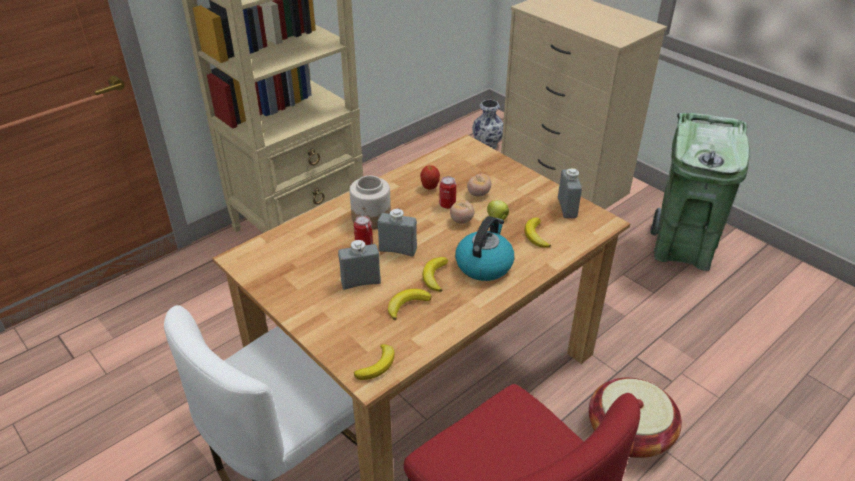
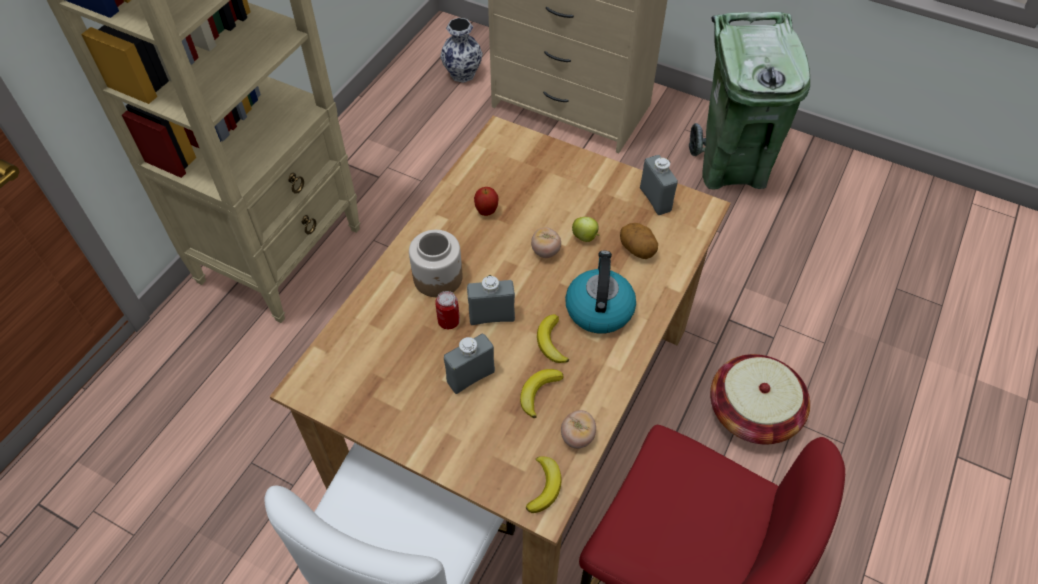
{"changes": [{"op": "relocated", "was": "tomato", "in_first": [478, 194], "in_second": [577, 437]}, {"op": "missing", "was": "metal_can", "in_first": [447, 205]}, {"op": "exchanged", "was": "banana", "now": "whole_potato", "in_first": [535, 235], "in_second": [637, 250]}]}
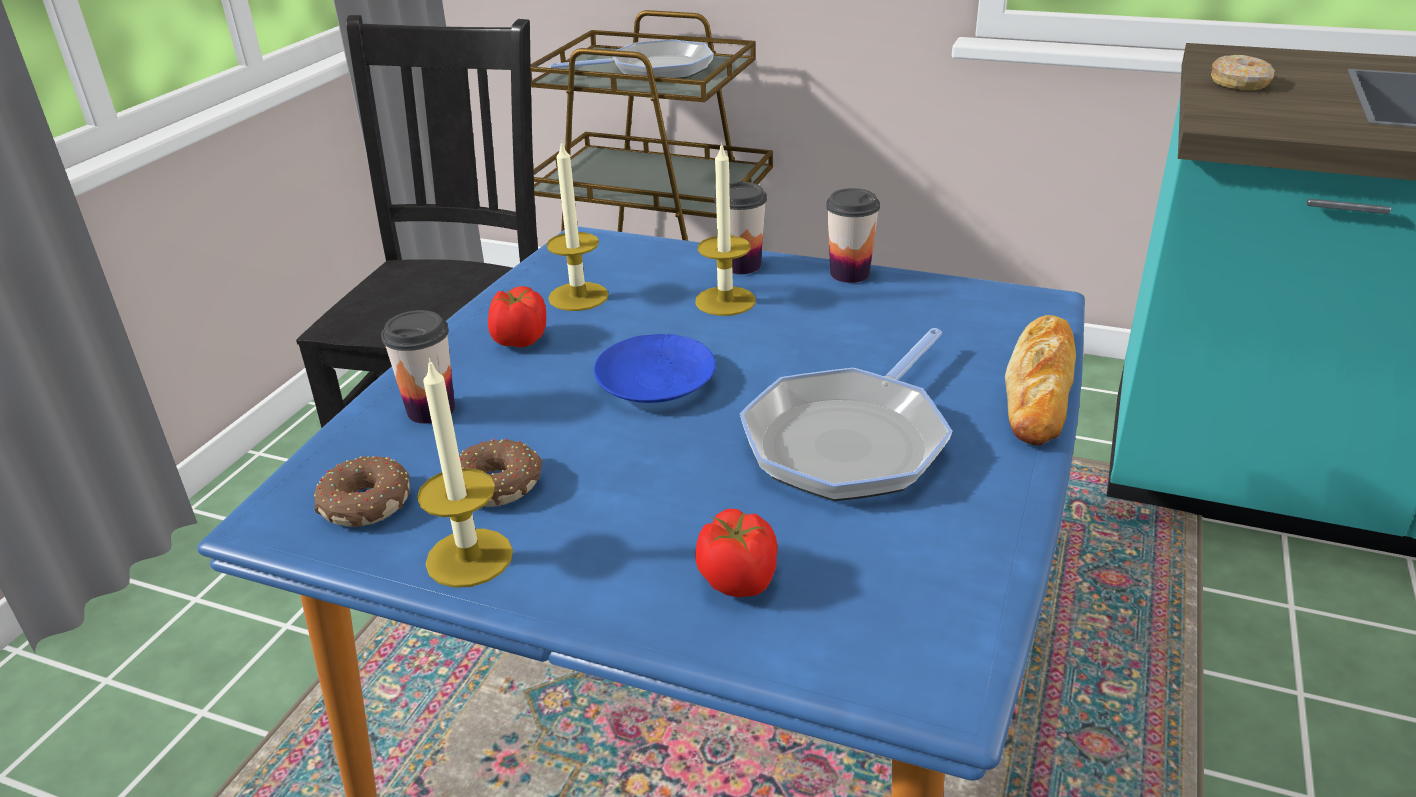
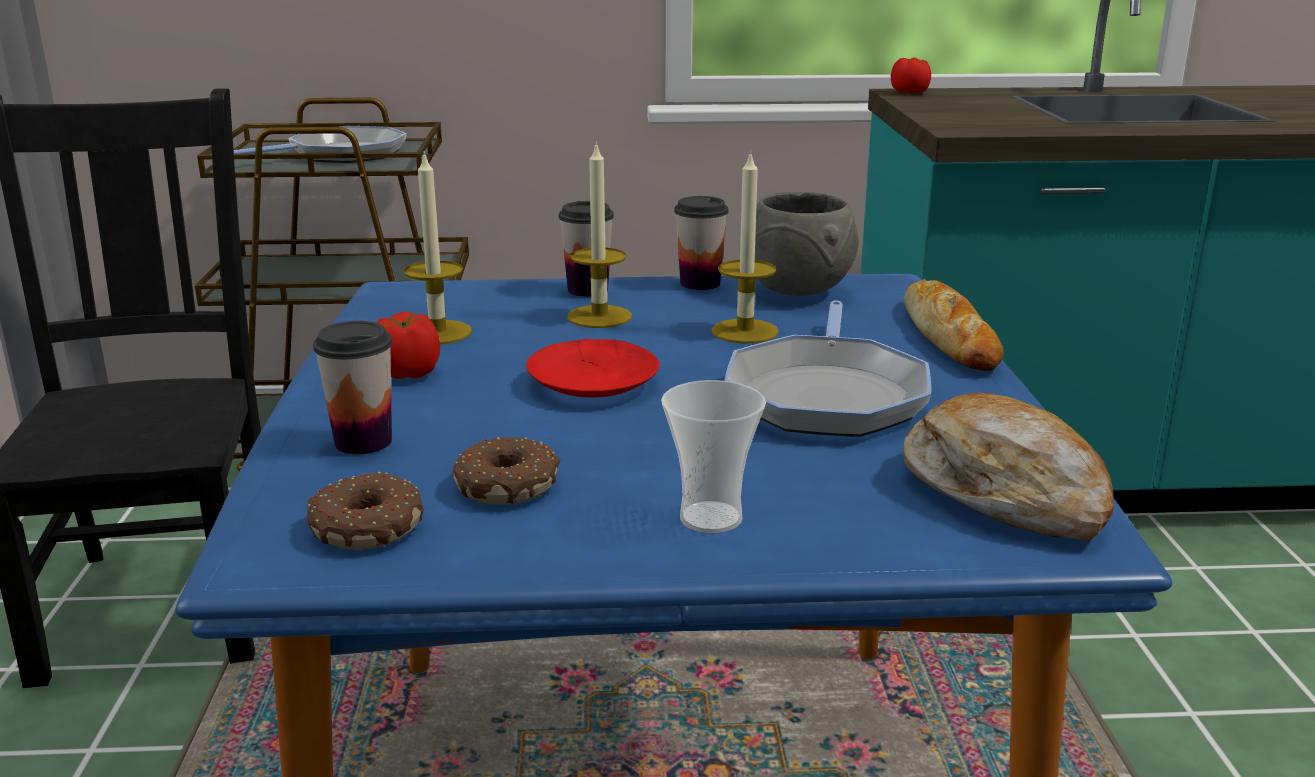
{"changes": [{"op": "missing", "was": "doughnut", "in_first": [1240, 83]}, {"op": "colour", "was": "bluish_flat_dish", "now": "red-coloured_flat_dish", "in_first": [657, 381], "in_second": [594, 383]}, {"op": "relocated", "was": "candle", "in_first": [469, 558], "in_second": [745, 331]}, {"op": "relocated", "was": "tomato", "in_first": [738, 580], "in_second": [909, 93]}, {"op": "appeared", "now": "gray_serving_bowl", "in_second": [799, 291]}, {"op": "appeared", "now": "cup", "in_second": [711, 518]}, {"op": "appeared", "now": "bakery_bread", "in_second": [1004, 493]}]}
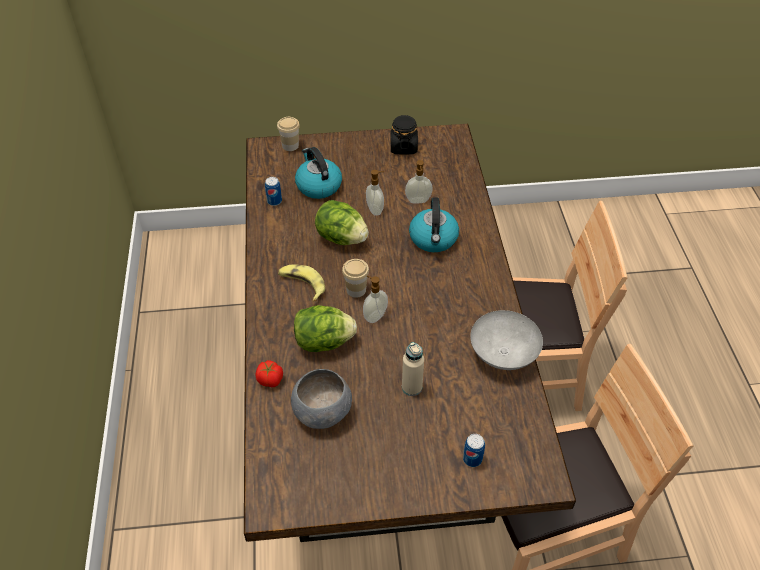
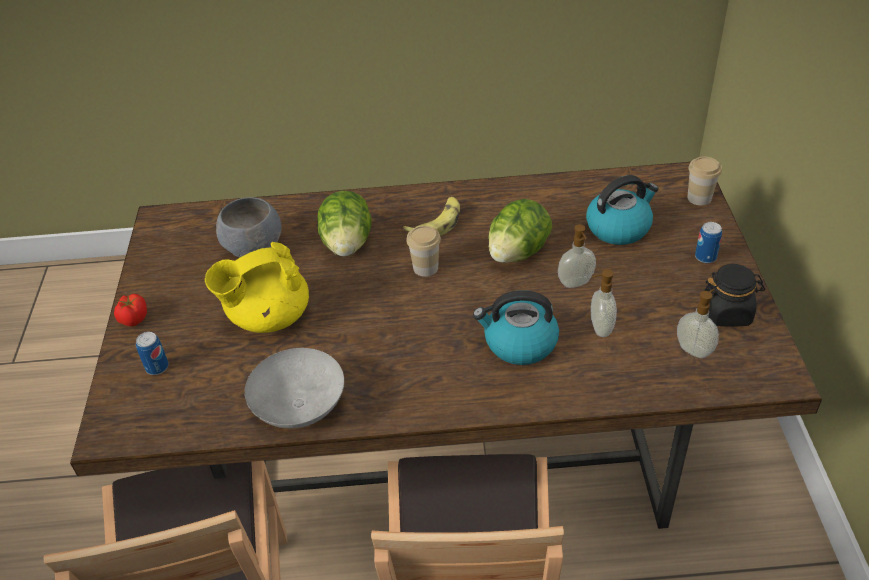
{"changes": [{"op": "relocated", "was": "metal_can", "in_first": [274, 201], "in_second": [705, 257]}, {"op": "relocated", "was": "soap_bottle", "in_first": [374, 316], "in_second": [694, 349]}, {"op": "exchanged", "was": "beige-coloured_beverage_bottle", "now": "yellowish_teapot", "in_first": [412, 387], "in_second": [268, 317]}, {"op": "relocated", "was": "tomato", "in_first": [270, 380], "in_second": [134, 319]}]}
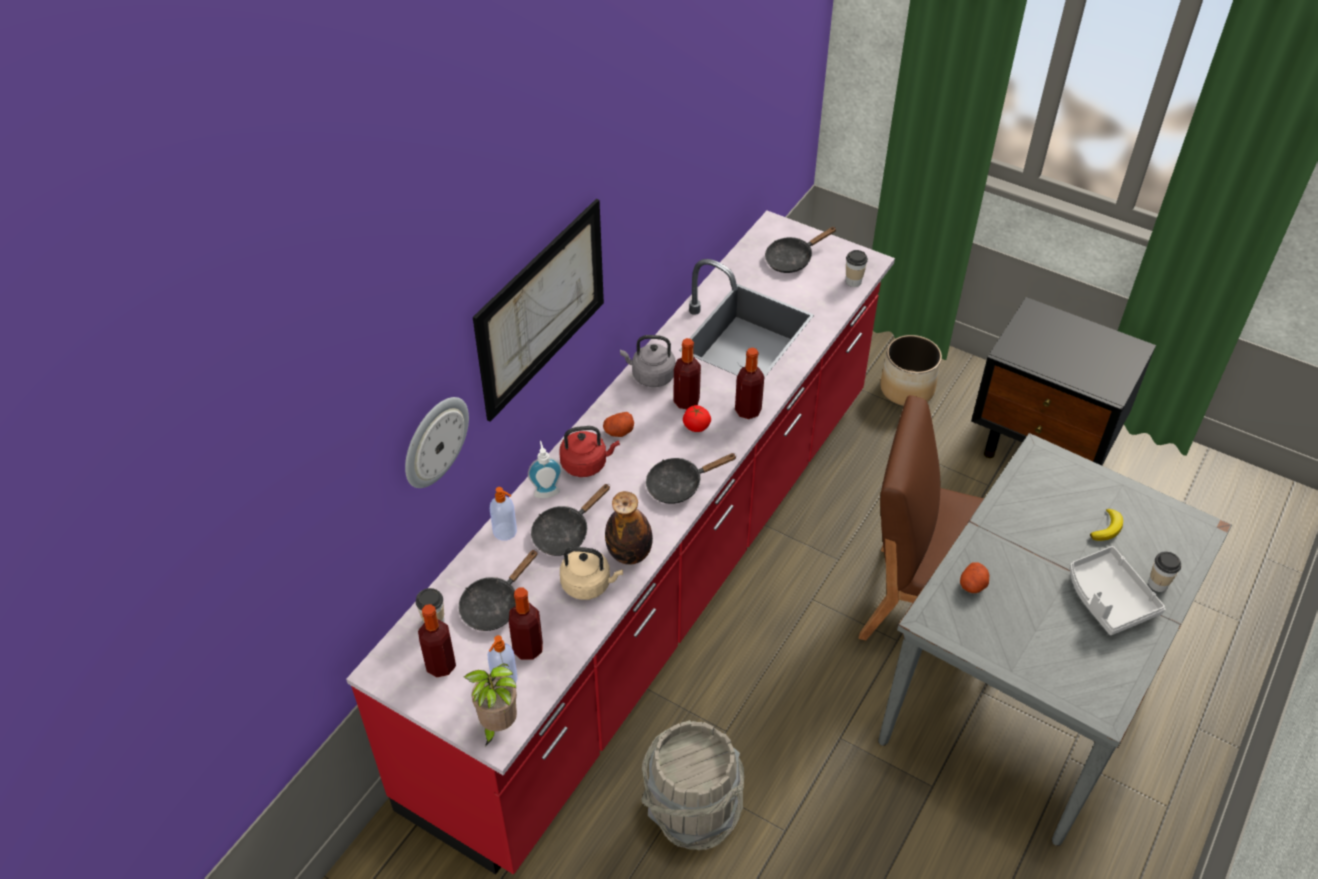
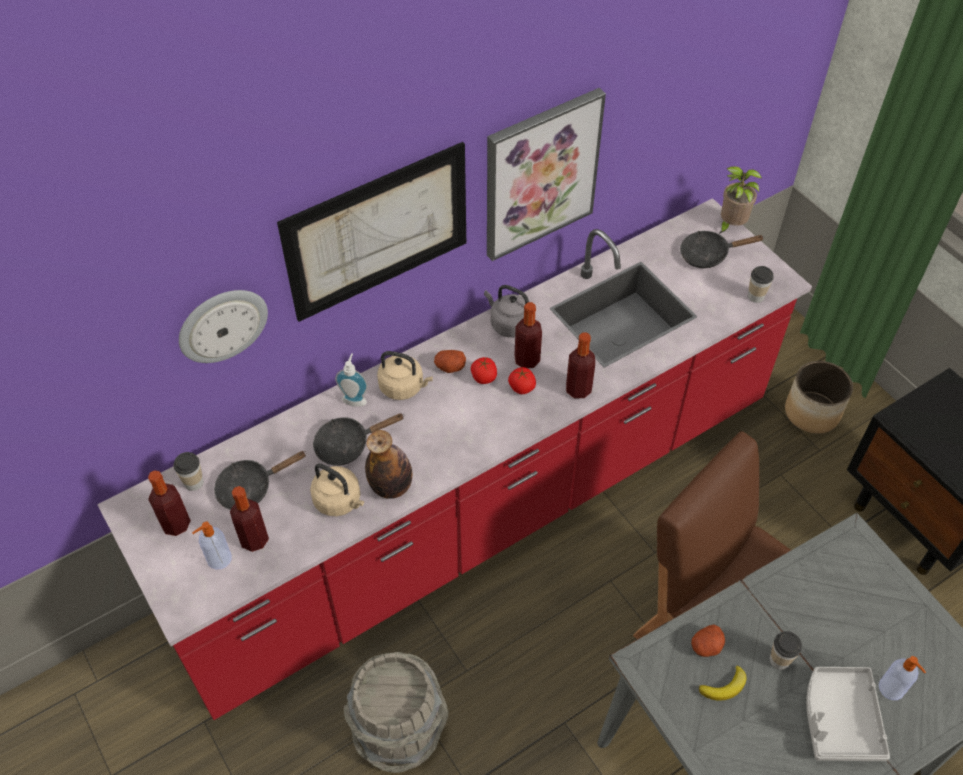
{"changes": [{"op": "colour", "was": "red-coloured_tea_kettle", "now": "beige-coloured_tea_kettle", "in_first": [586, 464], "in_second": [404, 387]}, {"op": "missing", "was": "black_skillet", "in_first": [679, 485]}, {"op": "relocated", "was": "soap_bottle", "in_first": [505, 532], "in_second": [892, 689]}, {"op": "relocated", "was": "banana", "in_first": [1107, 528], "in_second": [724, 686]}, {"op": "relocated", "was": "cup", "in_first": [1158, 584], "in_second": [779, 660]}, {"op": "relocated", "was": "plant_in_a_pot", "in_first": [497, 725], "in_second": [730, 225]}, {"op": "appeared", "now": "wall_art", "in_second": [540, 174]}, {"op": "appeared", "now": "tomato", "in_second": [484, 377]}]}
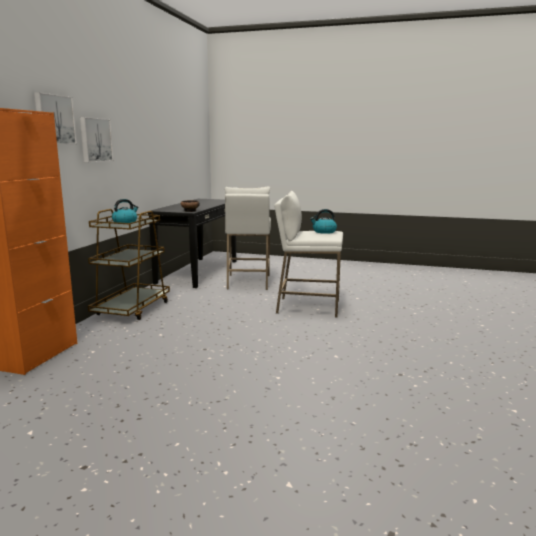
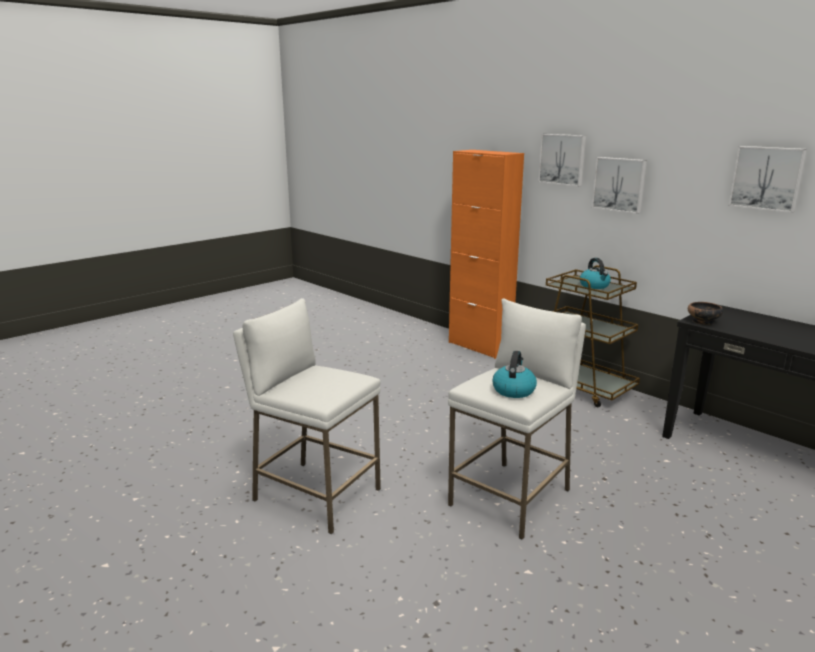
{"changes": [{"op": "relocated", "was": "whitish_stool_seat", "in_first": [248, 282], "in_second": [316, 495]}, {"op": "appeared", "now": "wall_art", "in_second": [767, 178]}]}
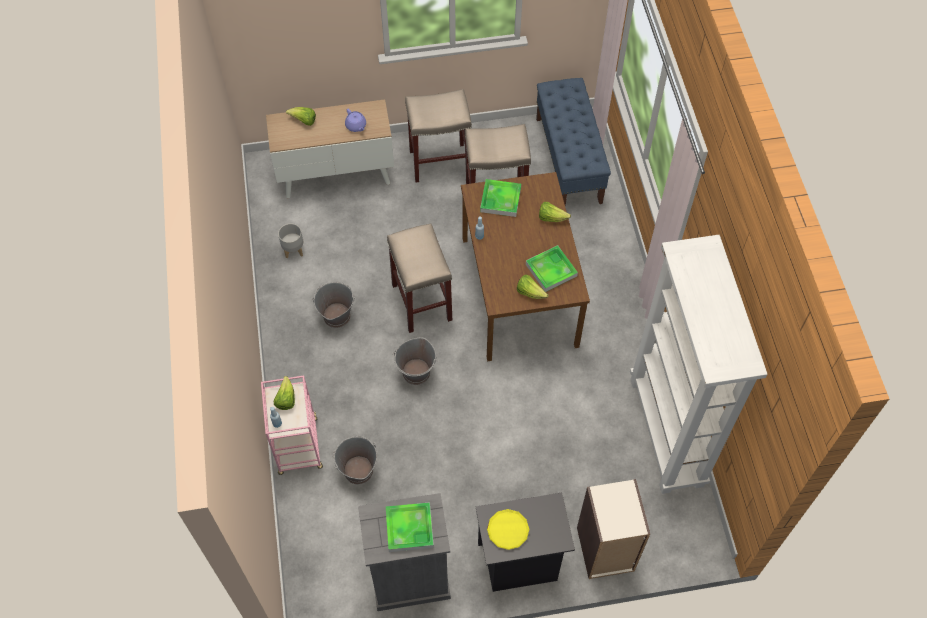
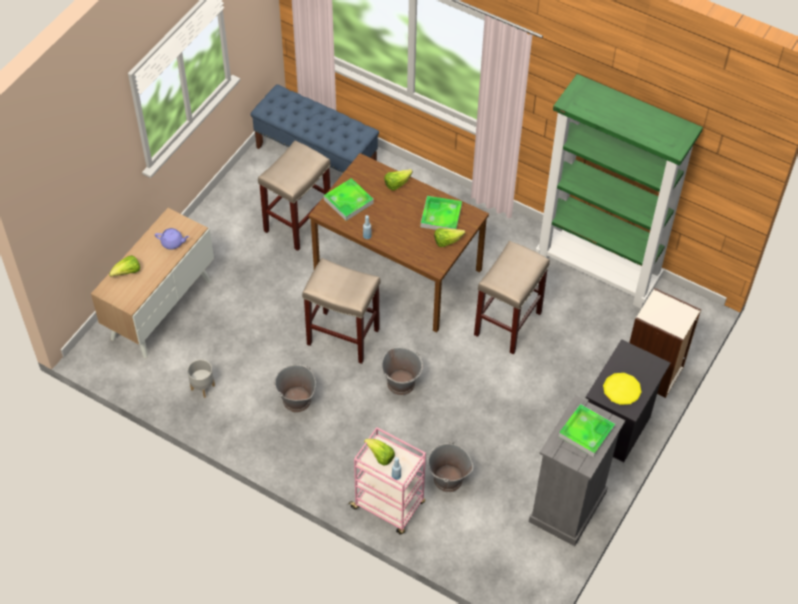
{"changes": [{"op": "relocated", "was": "beige-coloured_stool_seat", "in_first": [438, 163], "in_second": [507, 324]}, {"op": "colour", "was": "whitish_bookcase", "now": "green_bookcase", "in_first": [667, 432], "in_second": [598, 270]}]}
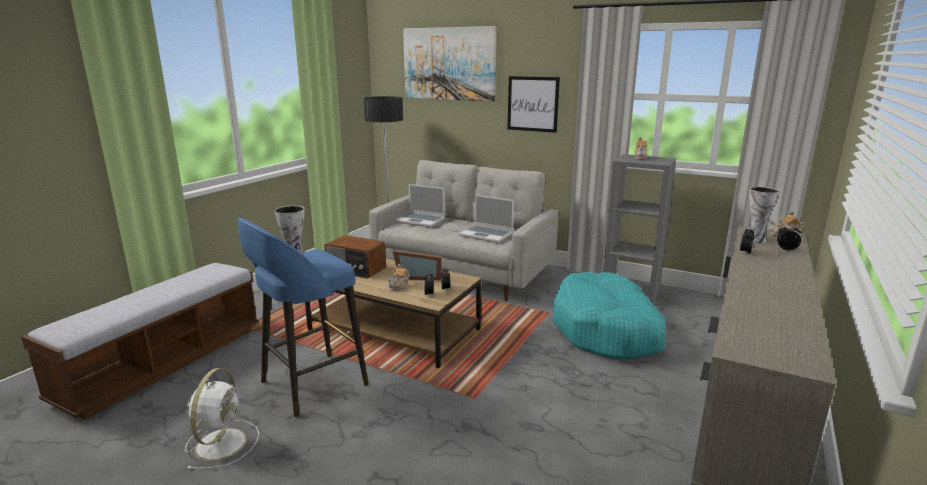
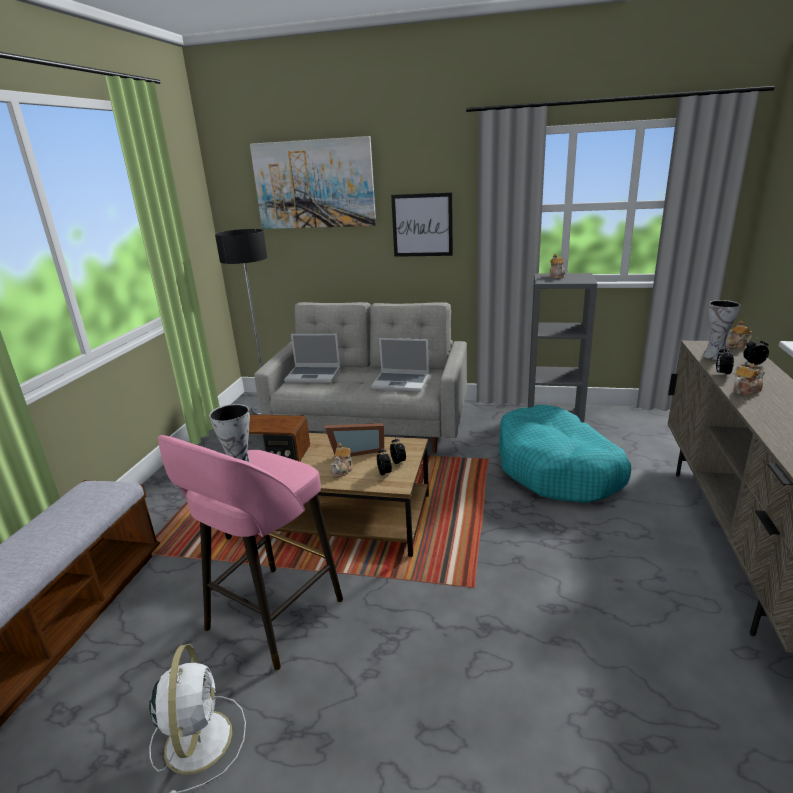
{"changes": [{"op": "colour", "was": "bluish_stool_seat", "now": "pink-coloured_stool_seat", "in_first": [311, 384], "in_second": [271, 617]}, {"op": "appeared", "now": "teapot", "in_second": [746, 390]}]}
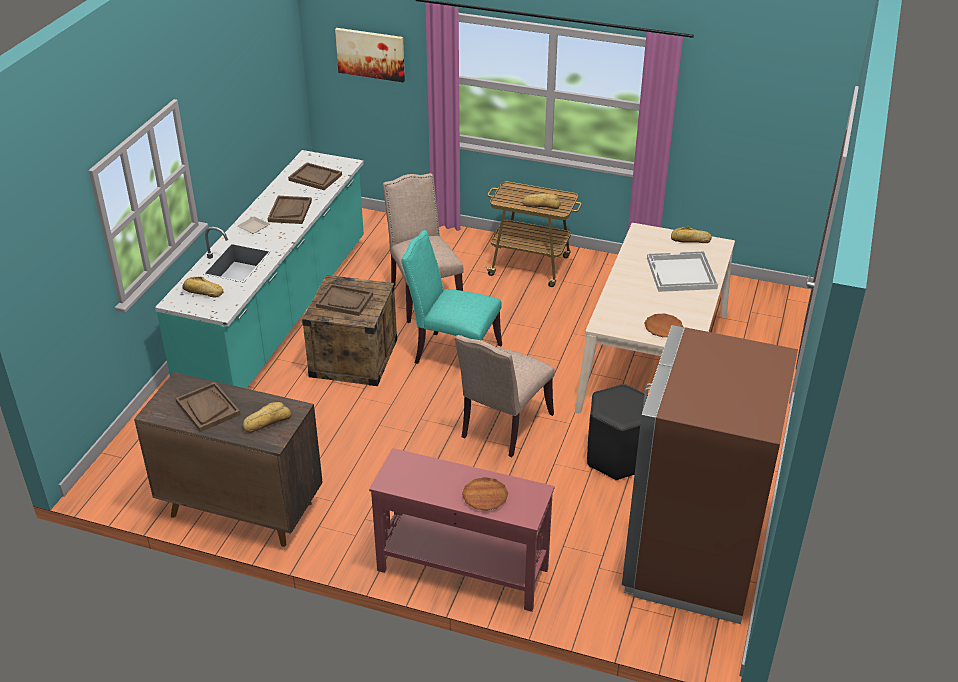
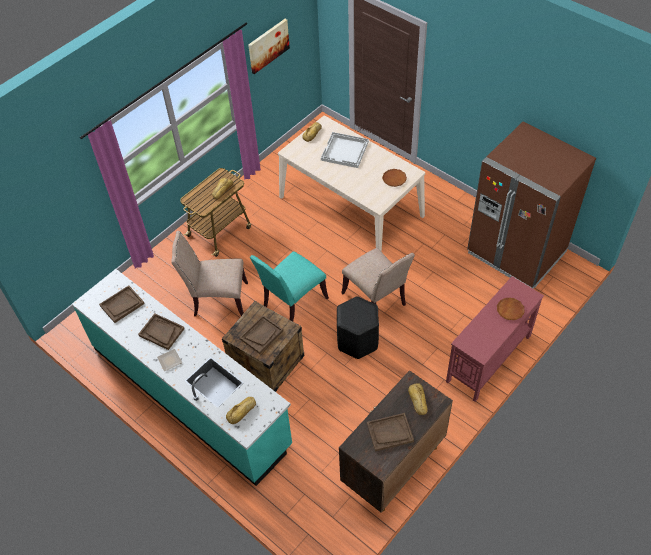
{"changes": [{"op": "relocated", "was": "wall_art", "in_first": [370, 54], "in_second": [268, 45]}, {"op": "relocated", "was": "black_stool_seat", "in_first": [617, 458], "in_second": [357, 341]}]}
